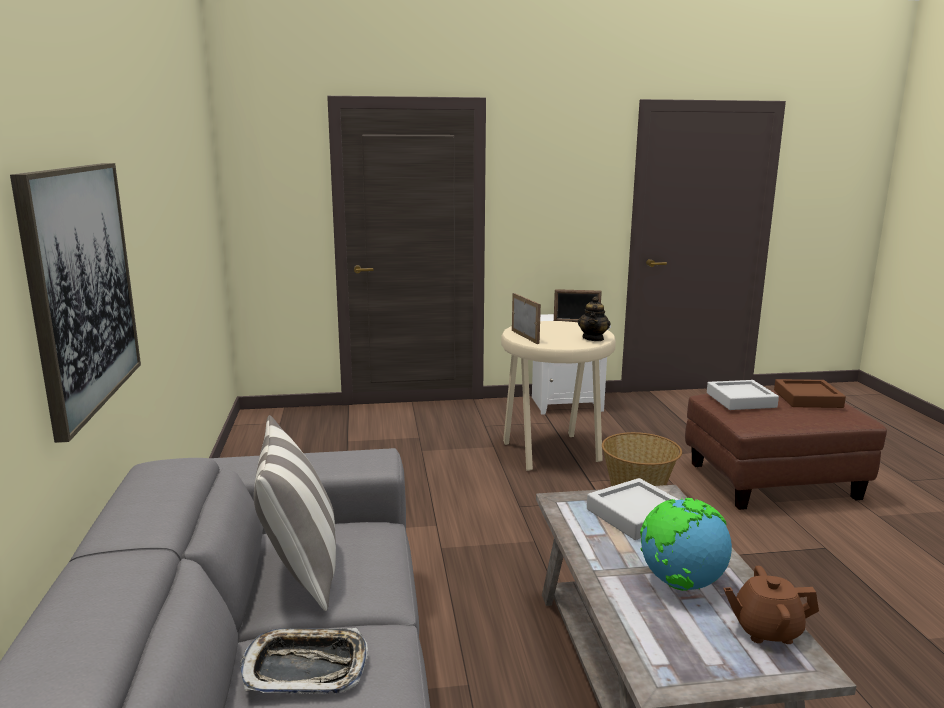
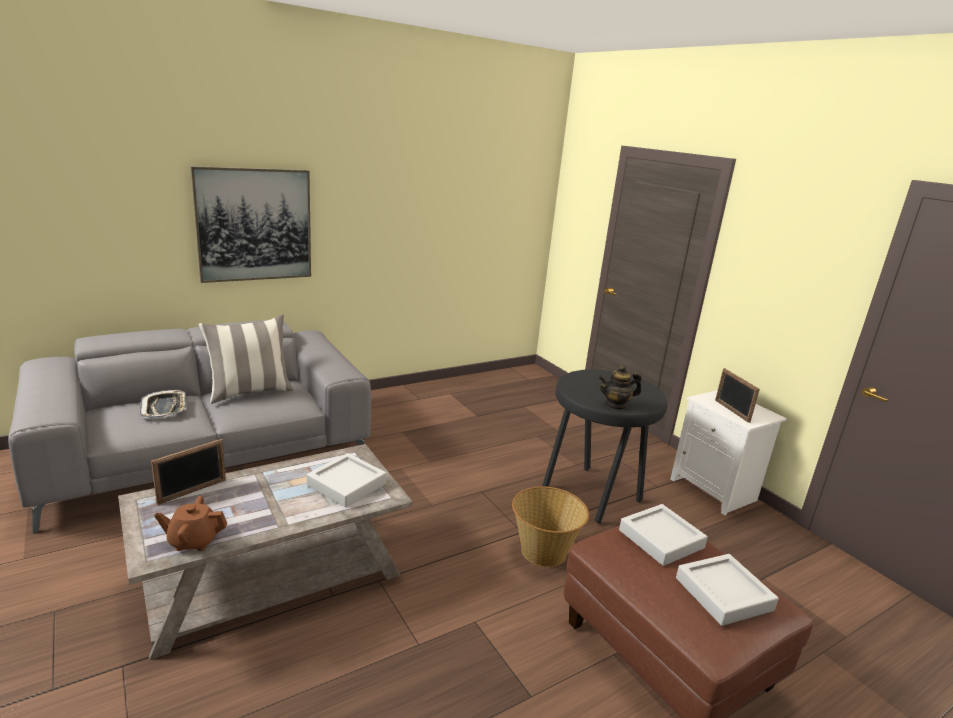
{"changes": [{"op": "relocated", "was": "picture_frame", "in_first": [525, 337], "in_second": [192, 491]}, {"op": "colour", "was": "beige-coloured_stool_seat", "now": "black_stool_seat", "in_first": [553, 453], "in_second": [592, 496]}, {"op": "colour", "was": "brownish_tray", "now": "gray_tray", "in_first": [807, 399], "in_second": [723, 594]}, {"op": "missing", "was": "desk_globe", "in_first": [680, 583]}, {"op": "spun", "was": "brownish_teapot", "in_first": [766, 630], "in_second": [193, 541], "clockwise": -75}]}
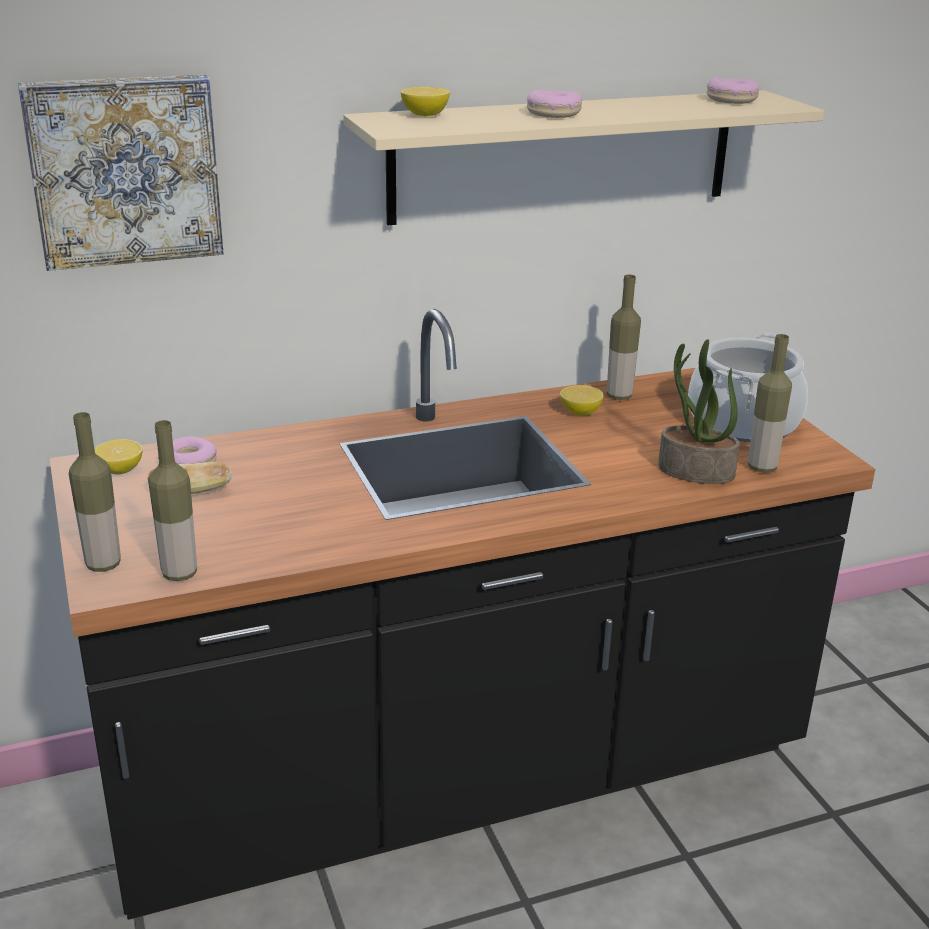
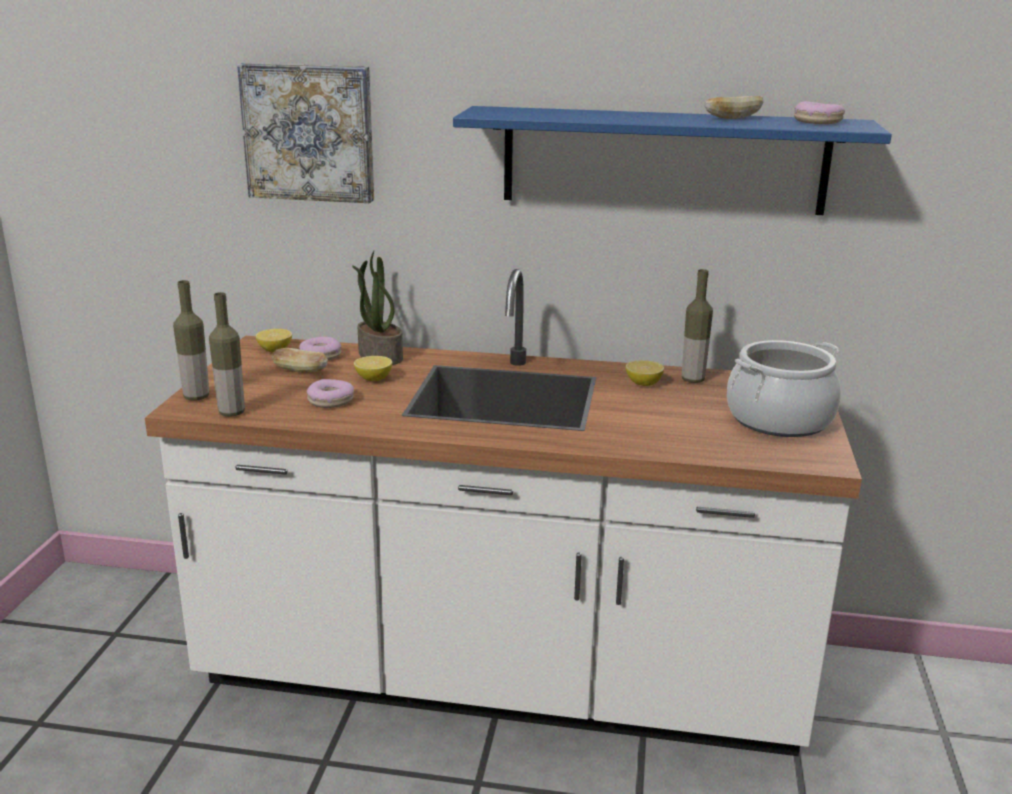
{"changes": [{"op": "relocated", "was": "whole_lemon", "in_first": [425, 115], "in_second": [373, 379]}, {"op": "colour", "was": "beige-coloured_bracket_shelf", "now": "bluish_bracket_shelf", "in_first": [563, 156], "in_second": [663, 160]}, {"op": "relocated", "was": "doughnut", "in_first": [554, 113], "in_second": [331, 401]}, {"op": "colour", "was": "black_kitchen_base_unit", "now": "whitish_kitchen_base_unit", "in_first": [458, 778], "in_second": [501, 678]}, {"op": "missing", "was": "beverage_bottle", "in_first": [762, 467]}, {"op": "relocated", "was": "plant_in_a_pot", "in_first": [694, 471], "in_second": [379, 356]}, {"op": "appeared", "now": "bakery_bread", "in_second": [732, 118]}]}
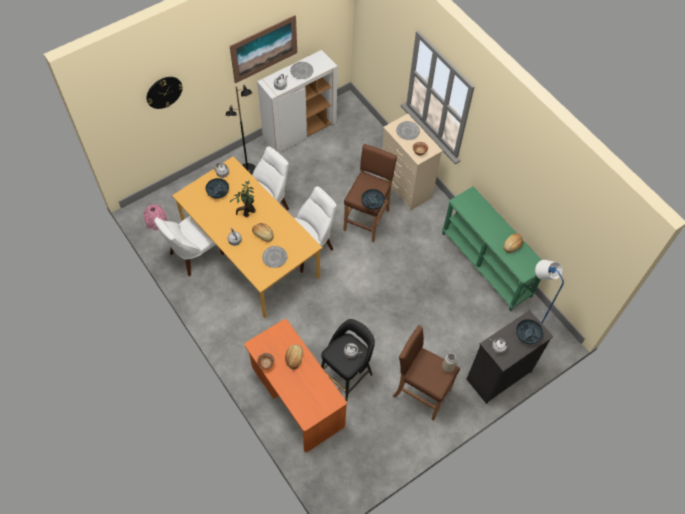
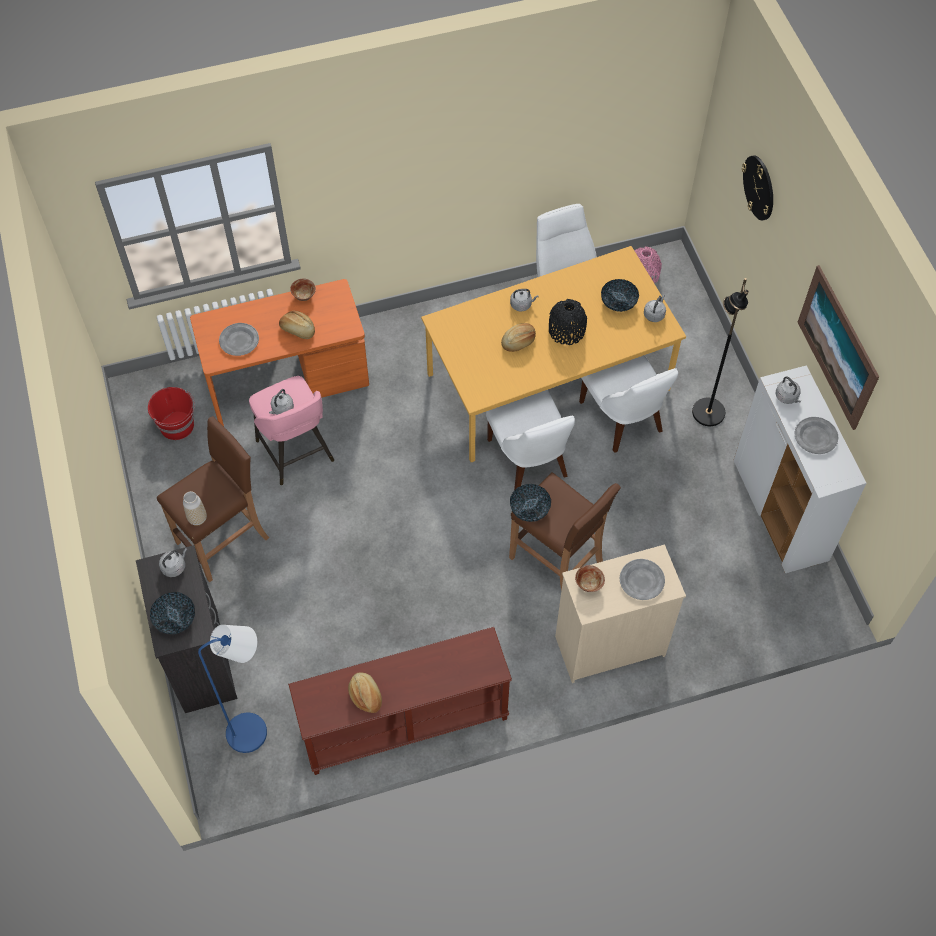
{"changes": [{"op": "exchanged", "was": "plant_in_a_pot", "now": "black_vase", "in_first": [247, 213], "in_second": [566, 331]}, {"op": "colour", "was": "green_hall_table", "now": "brownish_hall_table", "in_first": [487, 264], "in_second": [404, 724]}, {"op": "relocated", "was": "gray_flat_dish", "in_first": [275, 257], "in_second": [239, 341]}, {"op": "colour", "was": "black_stool_seat", "now": "pink-coloured_stool_seat", "in_first": [346, 374], "in_second": [296, 453]}, {"op": "appeared", "now": "red-coloured_water_bucket", "in_second": [177, 426]}]}
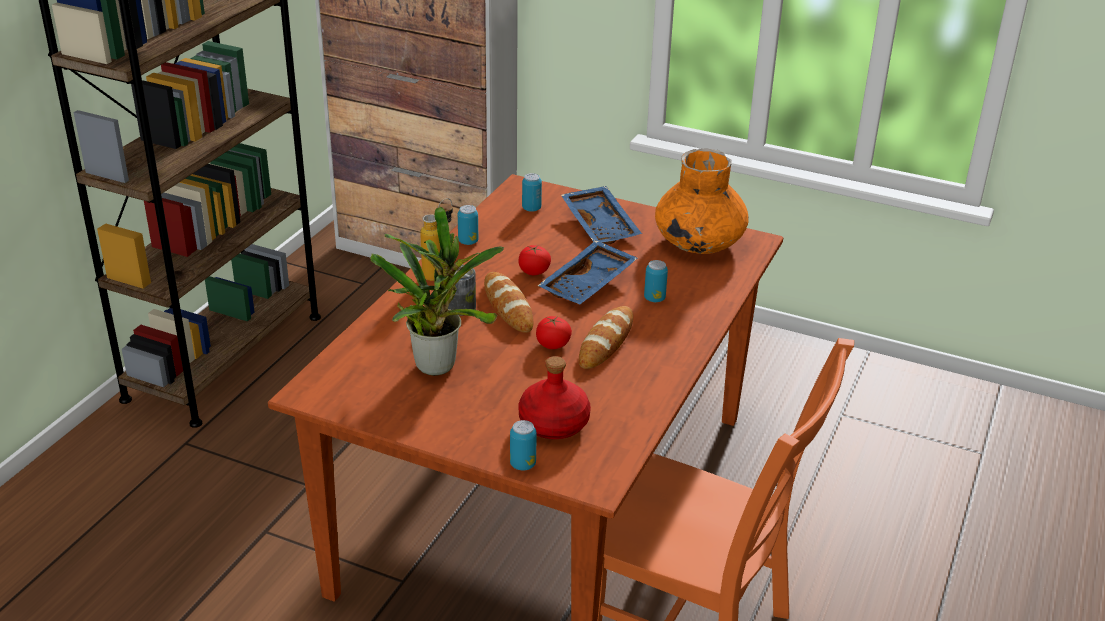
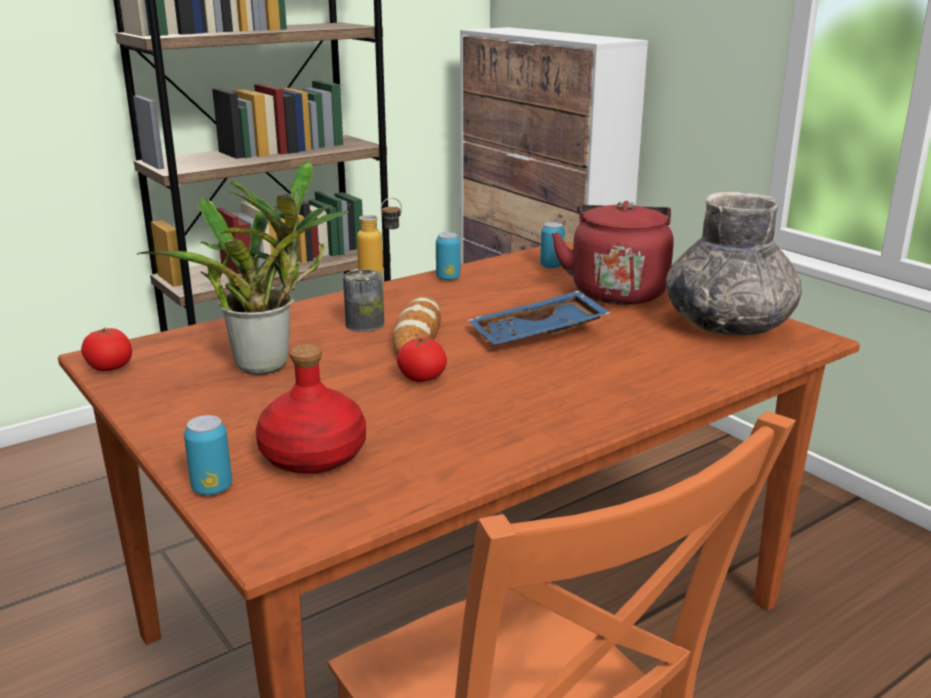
{"changes": [{"op": "colour", "was": "orange-coloured_vase", "now": "gray_vase", "in_first": [698, 242], "in_second": [727, 326]}, {"op": "exchanged", "was": "bluish_tray", "now": "red-coloured_tea_kettle", "in_first": [601, 225], "in_second": [617, 291]}, {"op": "relocated", "was": "tomato", "in_first": [534, 271], "in_second": [110, 368]}, {"op": "missing", "was": "metal_can", "in_first": [654, 298]}, {"op": "missing", "was": "bakery_bread", "in_first": [606, 342]}]}
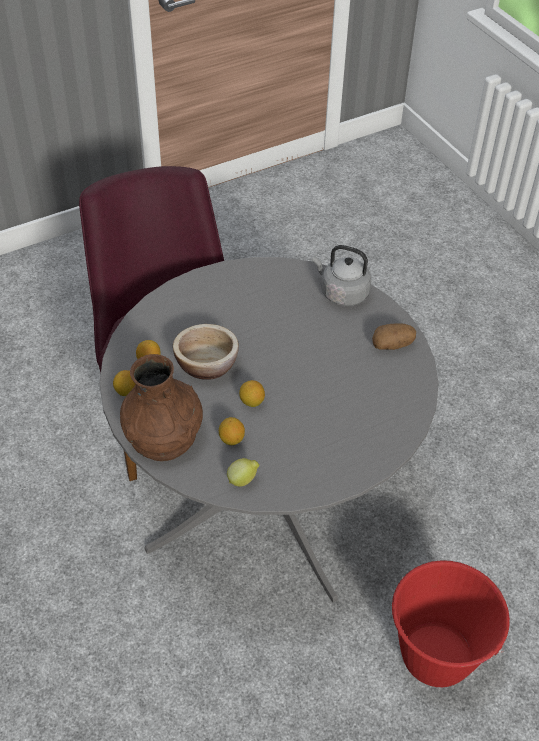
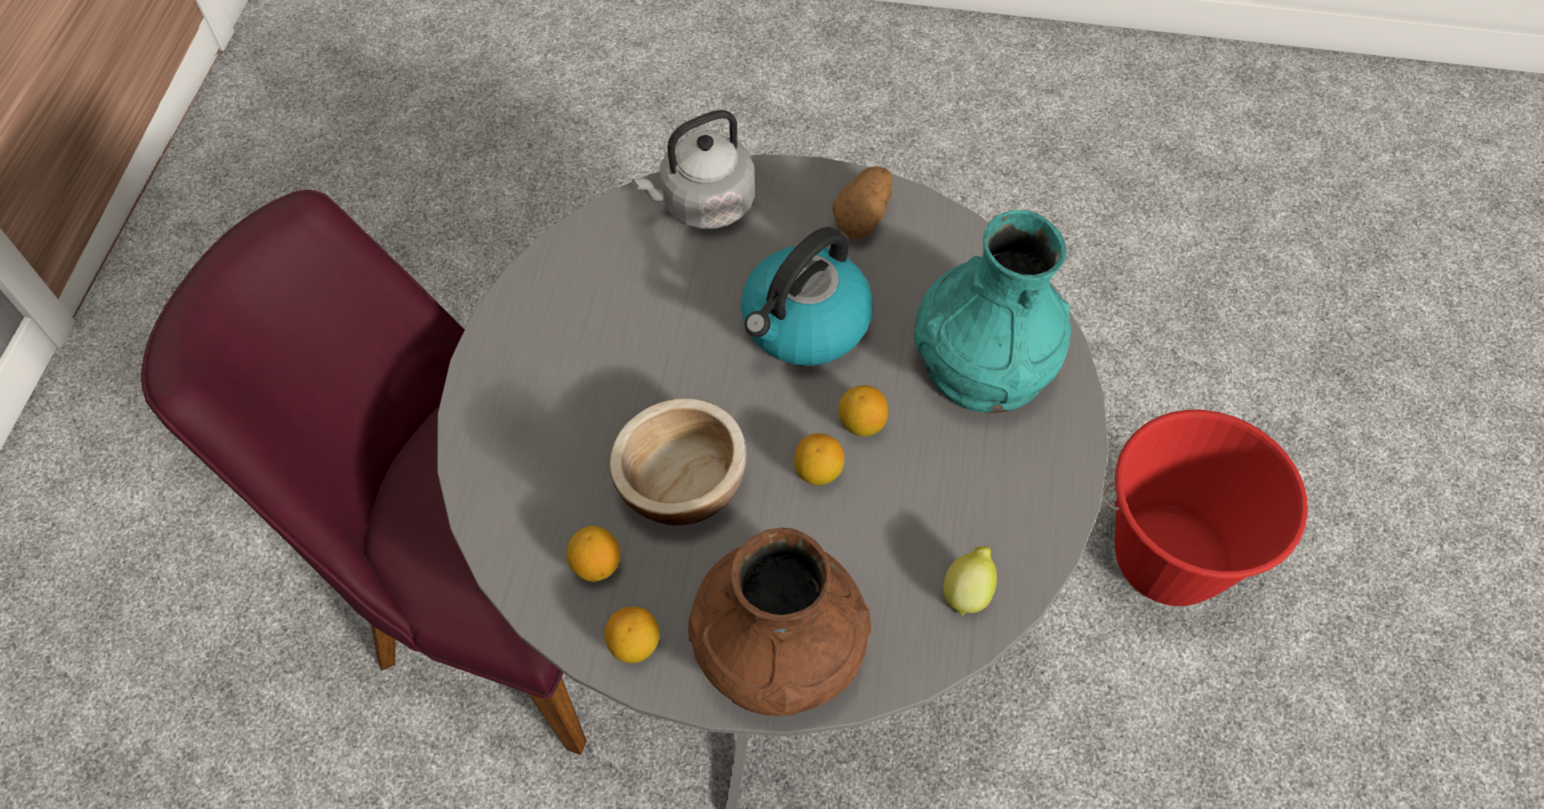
{"changes": [{"op": "relocated", "was": "whole_lemon", "in_first": [231, 439], "in_second": [861, 424]}, {"op": "appeared", "now": "turquoise-coloured_vase", "in_second": [984, 363]}, {"op": "appeared", "now": "tea_kettle", "in_second": [804, 325]}]}
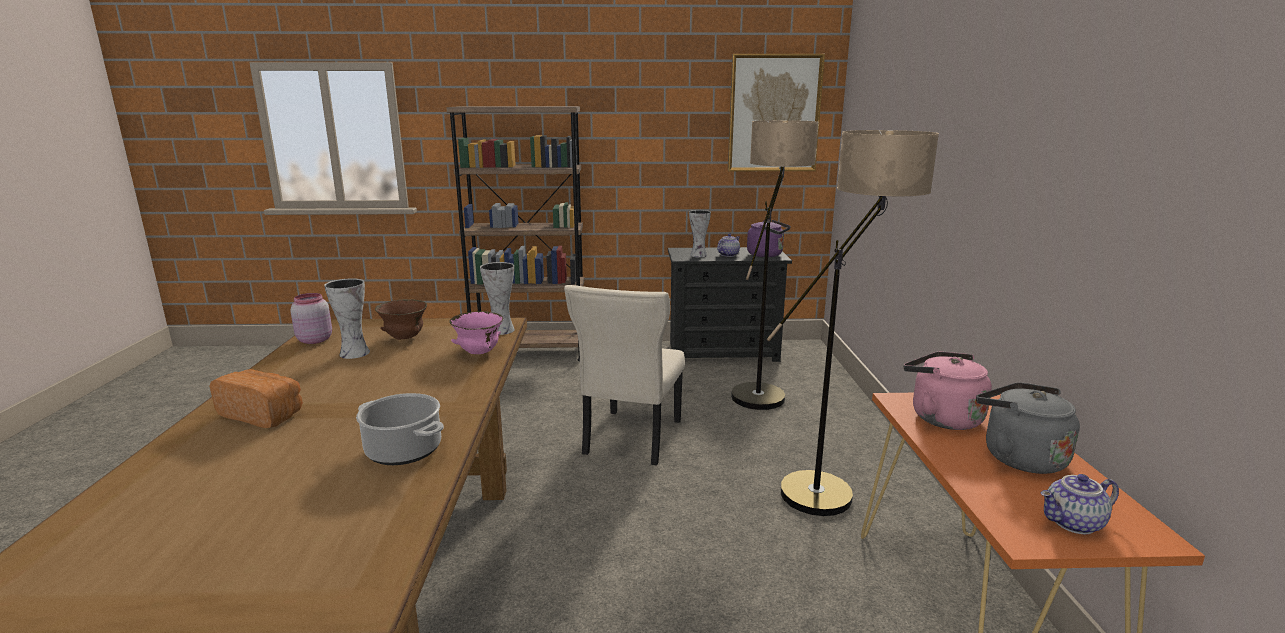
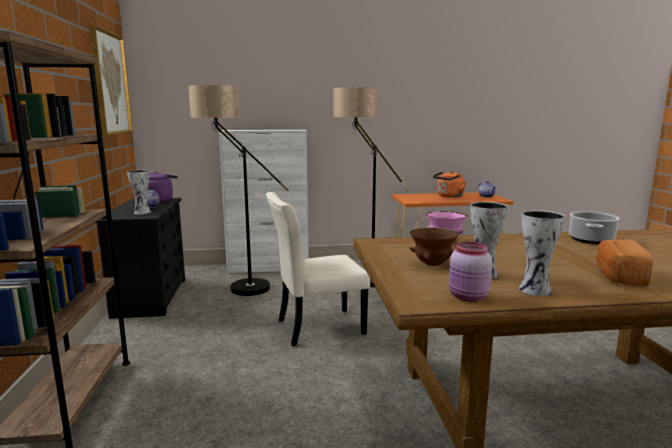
{"changes": [{"op": "relocated", "was": "vase", "in_first": [500, 330], "in_second": [536, 290]}, {"op": "spun", "was": "beige-coloured_chair", "in_first": [630, 439], "in_second": [316, 327], "clockwise": 150}, {"op": "missing", "was": "pink-coloured_tea_kettle", "in_first": [941, 417]}, {"op": "colour", "was": "gray_tea_kettle", "now": "orange-coloured_tea_kettle", "in_first": [1018, 457], "in_second": [449, 196]}, {"op": "appeared", "now": "whitish_cupboard", "in_second": [269, 267]}]}
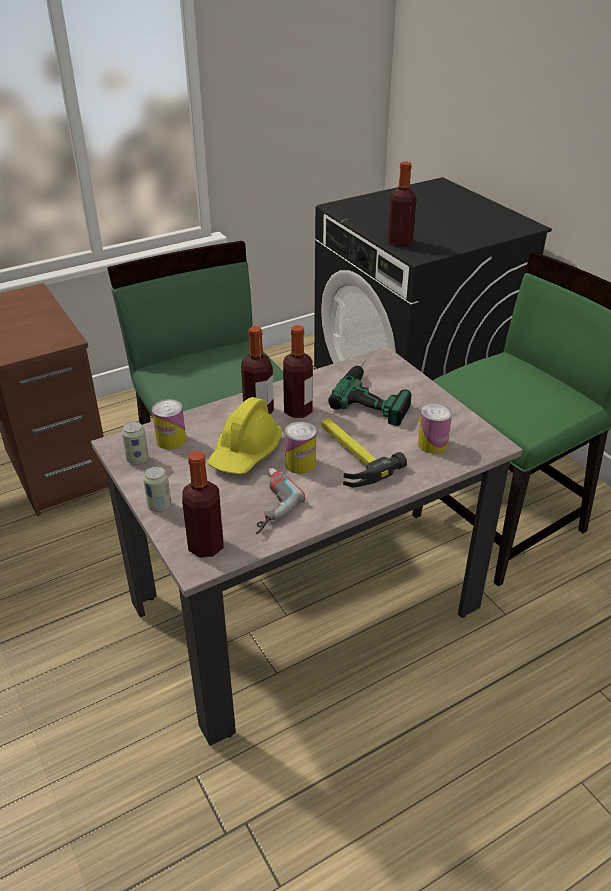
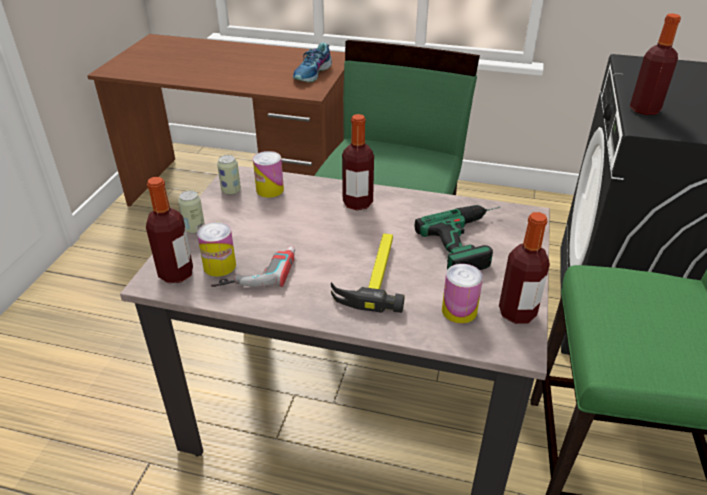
{"changes": [{"op": "relocated", "was": "beverage_bottle", "in_first": [298, 411], "in_second": [517, 313]}, {"op": "missing", "was": "yellowish_work_helmet", "in_first": [245, 453]}, {"op": "relocated", "was": "metal_can", "in_first": [300, 463], "in_second": [219, 266]}, {"op": "appeared", "now": "item_of_footwear", "in_second": [313, 73]}]}
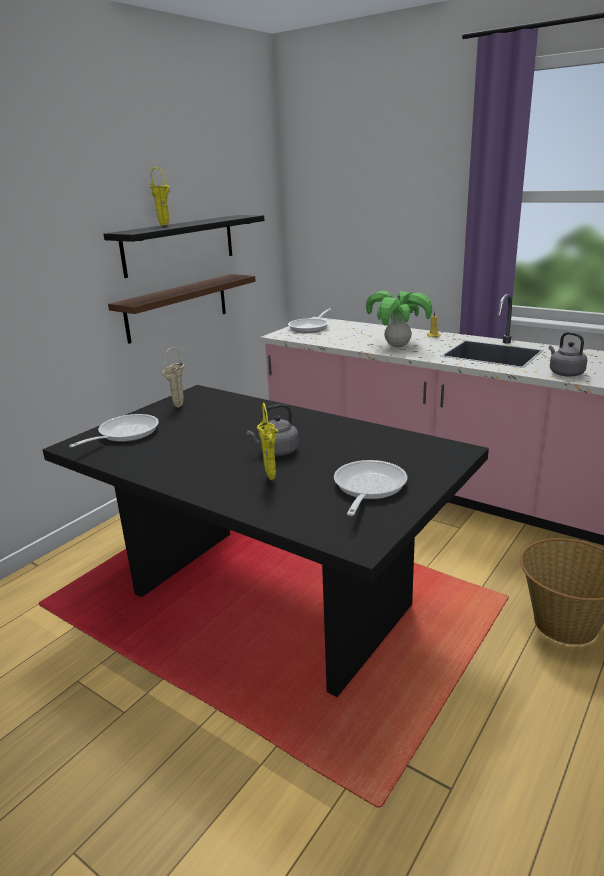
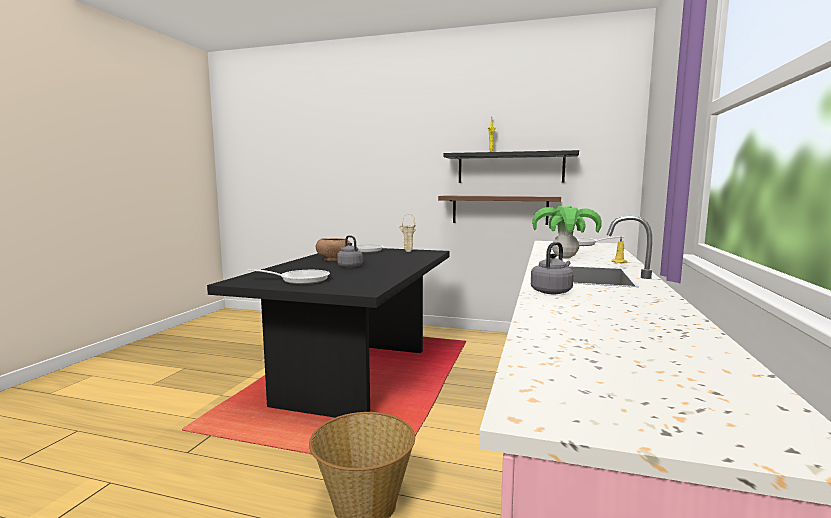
{"changes": [{"op": "missing", "was": "yellowish_vase", "in_first": [271, 480]}, {"op": "appeared", "now": "brownish_serving_bowl", "in_second": [334, 259]}]}
